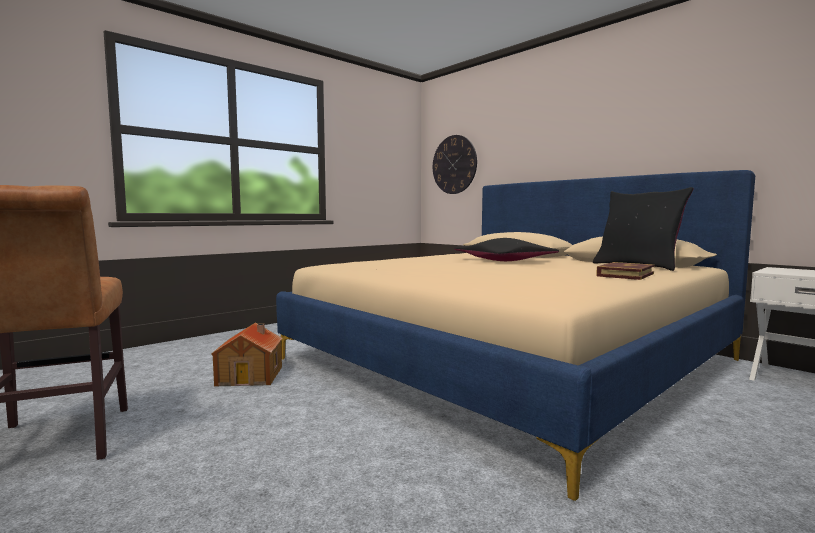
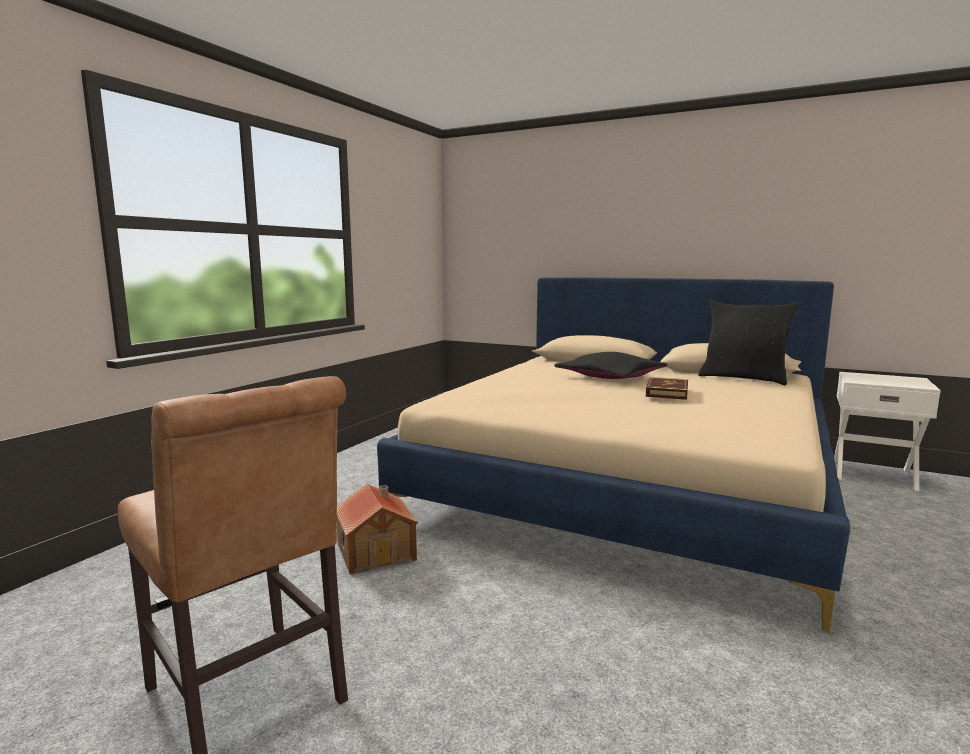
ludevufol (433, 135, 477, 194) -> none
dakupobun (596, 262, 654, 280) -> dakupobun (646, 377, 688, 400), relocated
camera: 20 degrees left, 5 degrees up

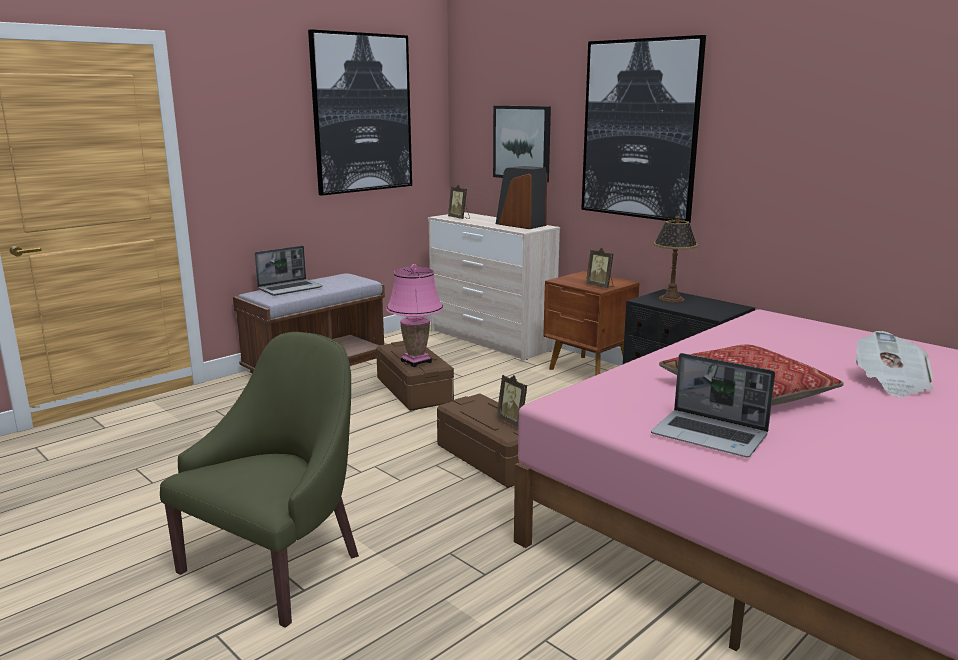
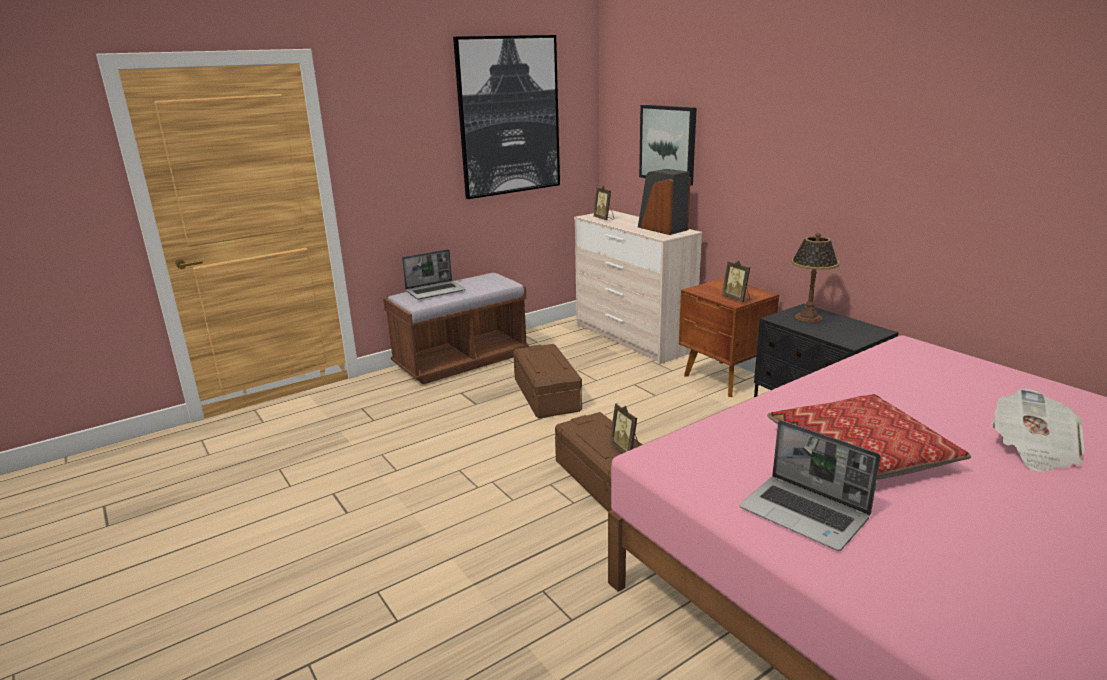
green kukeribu (160, 332, 359, 628) -> none
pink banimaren (386, 264, 443, 367) -> none
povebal (581, 35, 706, 223) -> none
camera: 10 degrees right, 5 degrees up

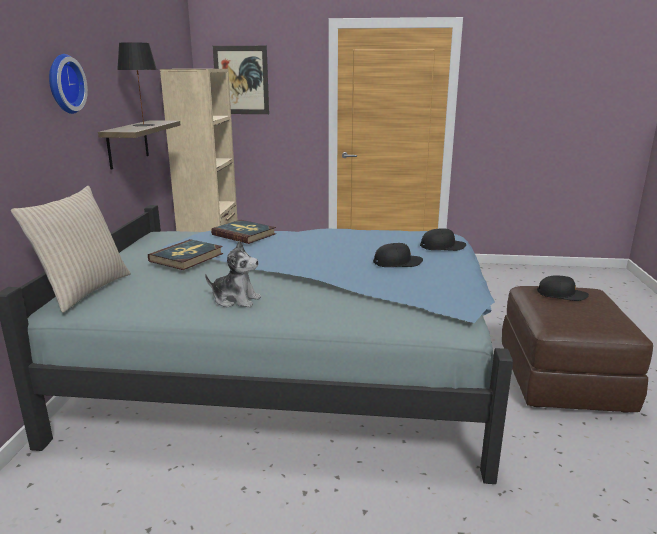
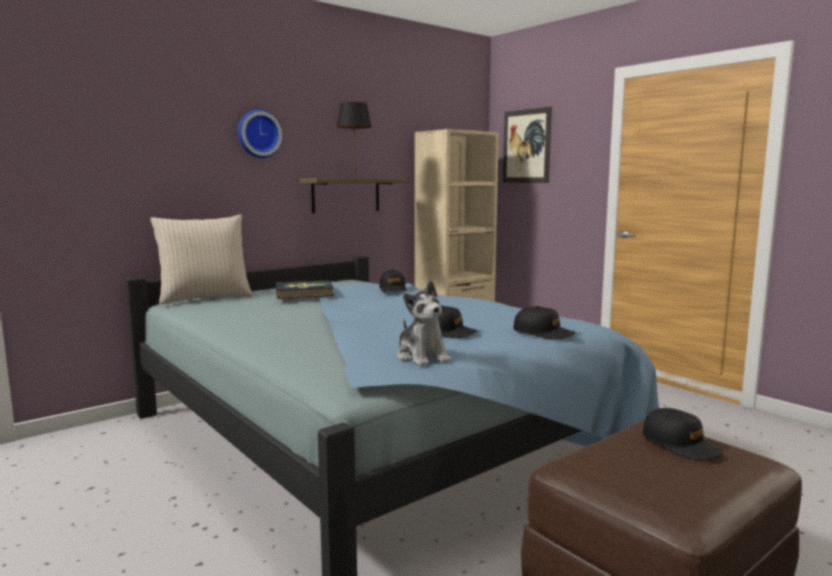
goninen (205, 240, 261, 308) -> goninen (397, 280, 451, 366), relocated
dakupobun (211, 220, 276, 244) -> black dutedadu (379, 269, 406, 292)
camera: 45 degrees right, 10 degrees down

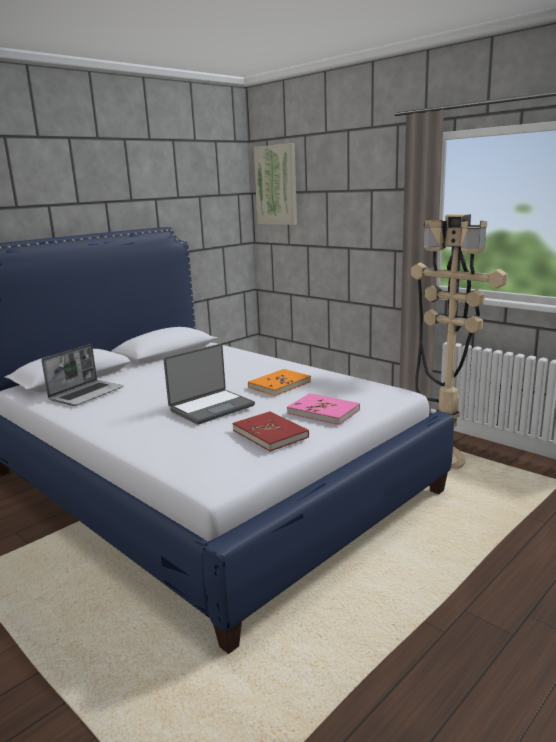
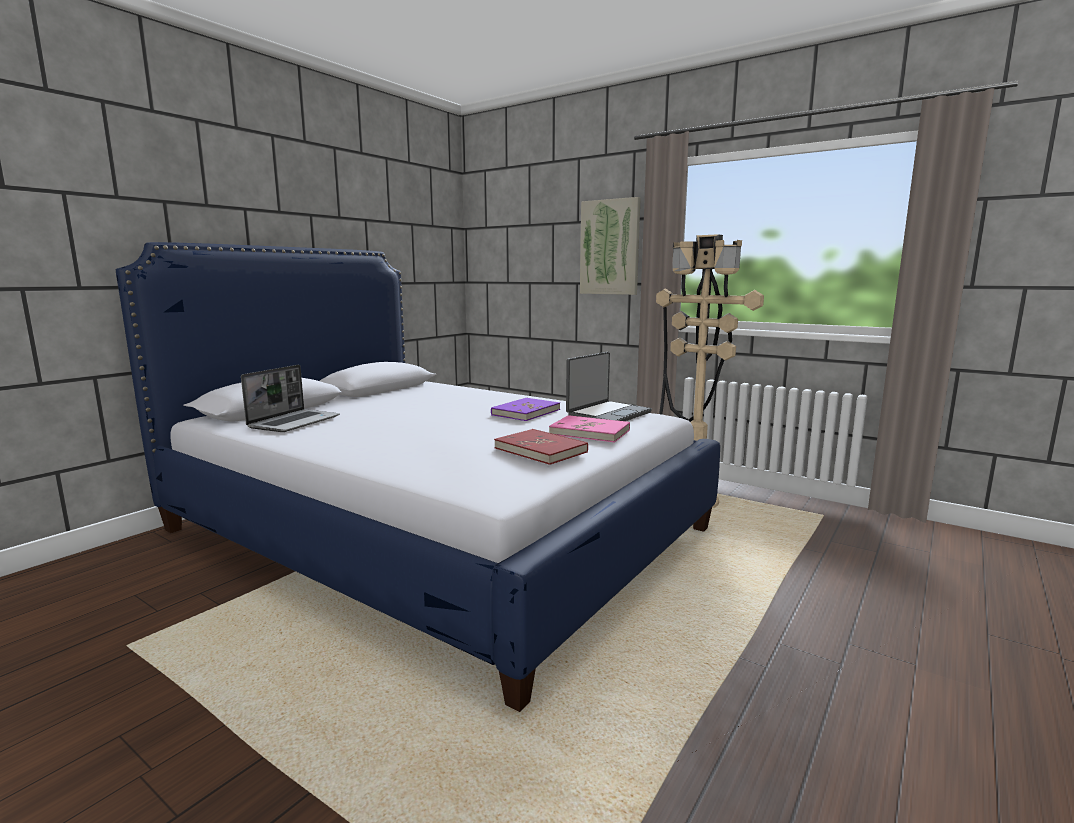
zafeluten (163, 344, 255, 425) -> zafeluten (566, 352, 652, 421), relocated
orange dakupobun (248, 369, 311, 396) -> purple dakupobun (491, 398, 560, 421)
povebal (254, 143, 297, 225) -> povebal (580, 197, 641, 295), relocated
camera: 10 degrees left, 5 degrees down

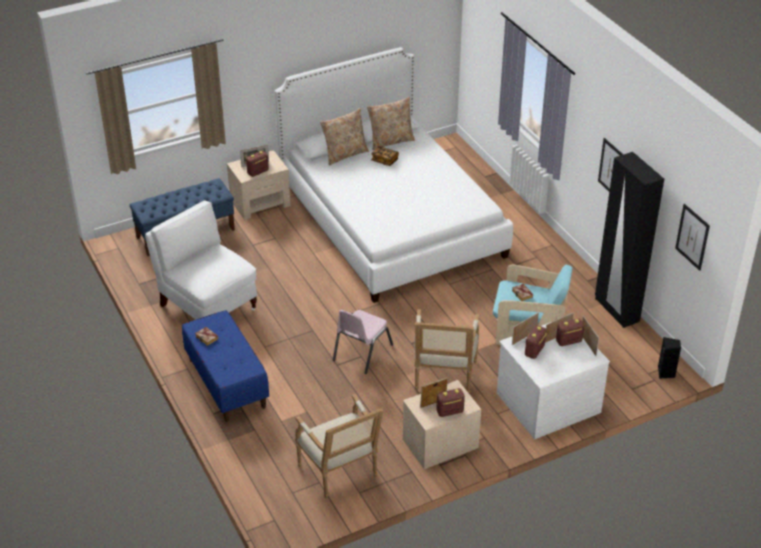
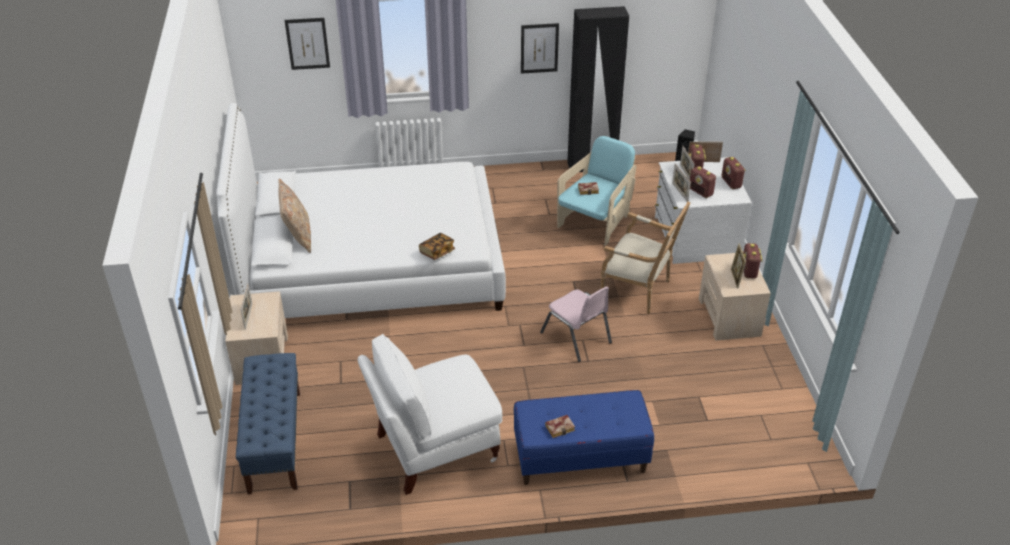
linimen (246, 151, 269, 177) -> linimen (721, 157, 746, 189), relocated
kukeribu (295, 394, 383, 498) -> none
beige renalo (367, 97, 415, 150) -> none
dakupobun (371, 146, 399, 166) -> dakupobun (419, 233, 455, 260), relocated
povebal (675, 204, 710, 271) -> povebal (285, 18, 330, 70), relocated
camera: 70 degrees left, 0 degrees up

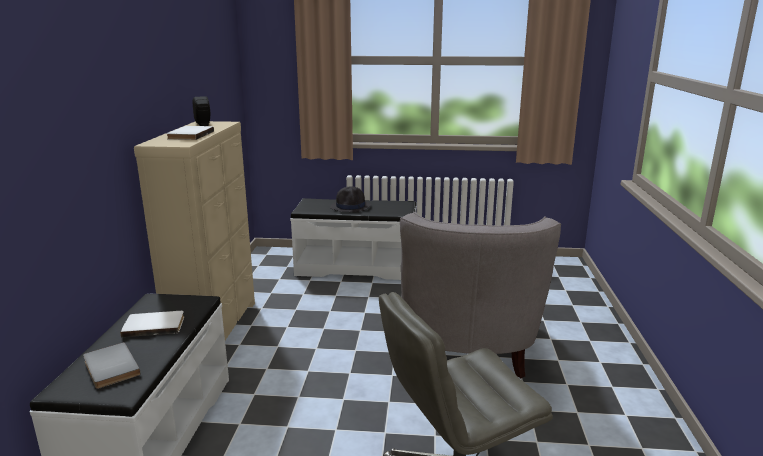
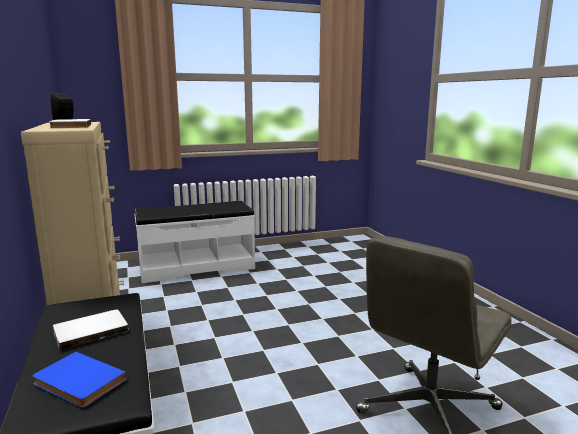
grey dakupobun (83, 342, 141, 389) -> blue dakupobun (33, 352, 127, 408)
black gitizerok (330, 186, 371, 212) -> none
grey kukeribu (400, 212, 561, 378) -> none
camera: 25 degrees left, 5 degrees down

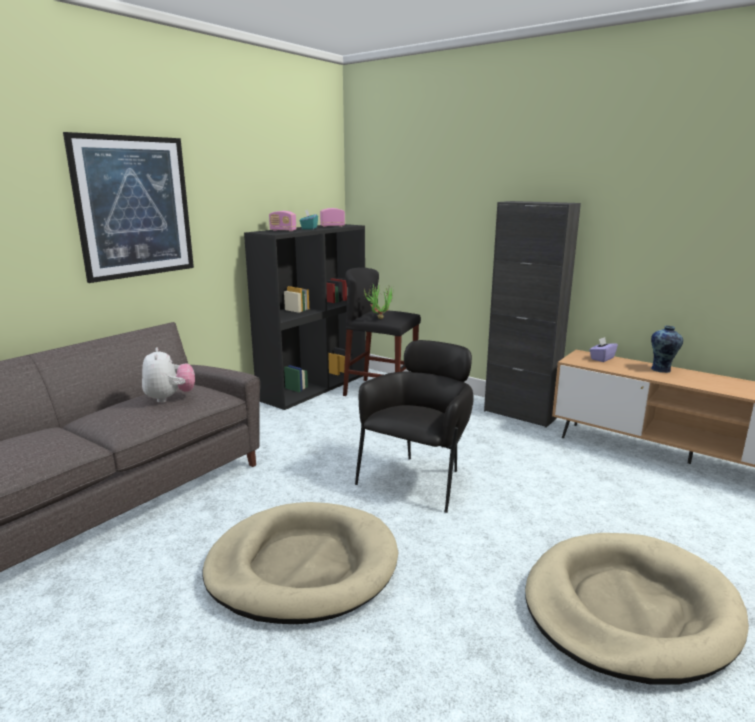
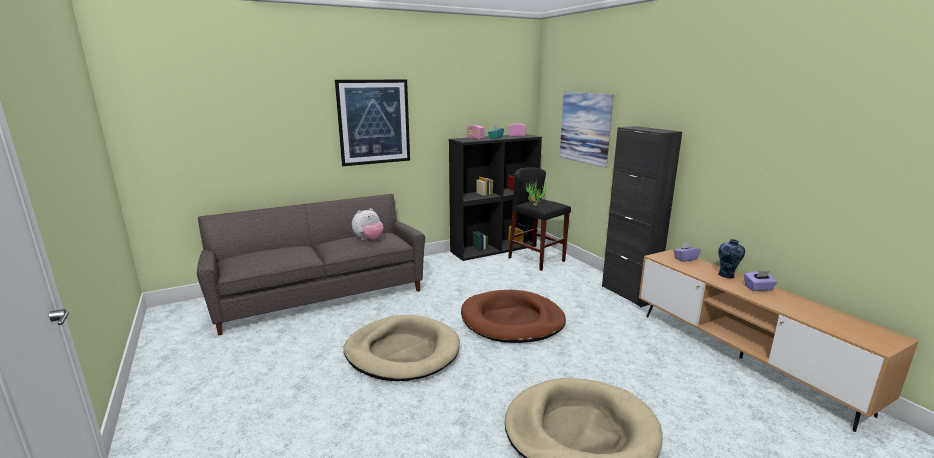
goninen (142, 348, 195, 403) -> goninen (352, 208, 383, 240), 45 degrees clockwise
black kukeribu (355, 340, 474, 513) -> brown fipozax (461, 290, 566, 343)
none -> povebal (560, 92, 614, 168)
none -> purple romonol (744, 271, 778, 291)
camera: 25 degrees right, 0 degrees up

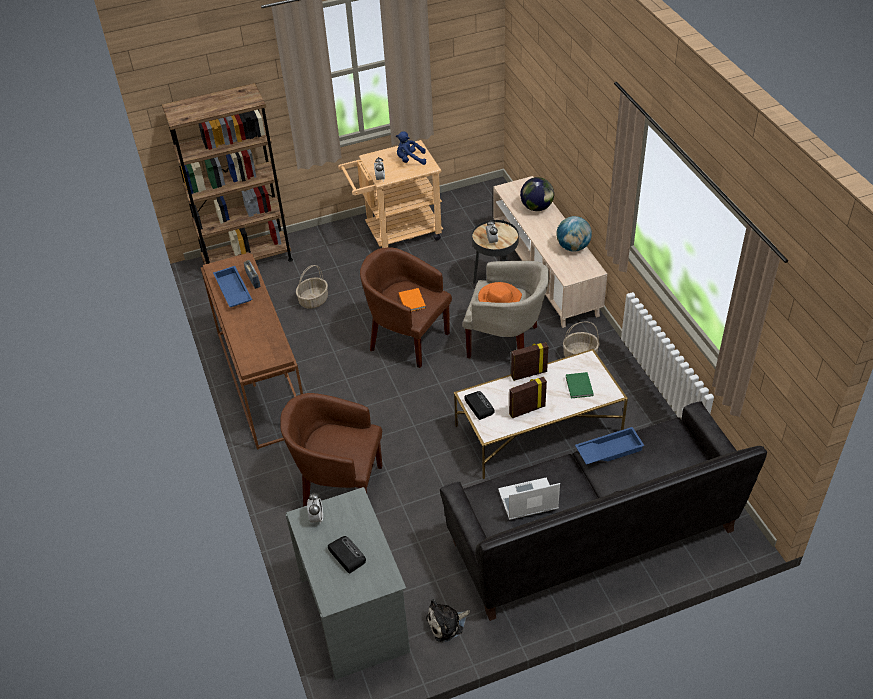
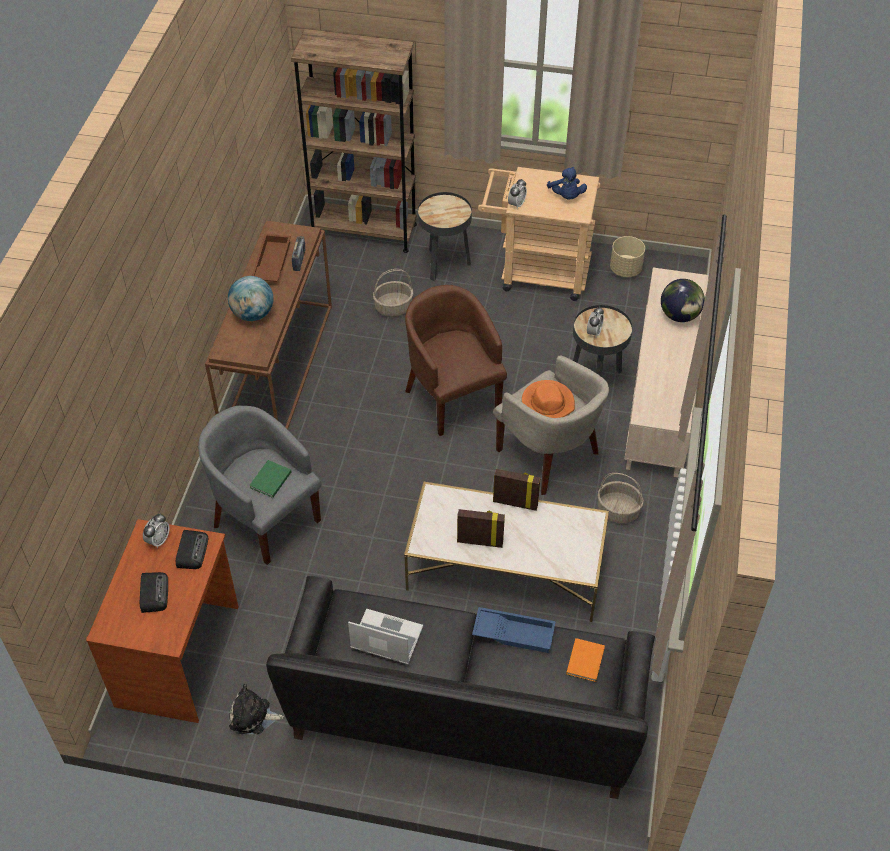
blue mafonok (213, 266, 252, 307) -> brown mafonok (252, 234, 291, 282)
brown kukeribu (280, 393, 382, 507) -> grey kukeribu (198, 406, 322, 565)
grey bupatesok (285, 487, 410, 680) -> brown bupatesok (86, 519, 238, 723)
blue goninen (396, 131, 426, 165) -> blue goninen (547, 167, 587, 200), 135 degrees counterclockwise
orange dakupobun (399, 288, 426, 312) -> orange dakupobun (566, 638, 605, 682), relocated
linimen (465, 391, 495, 420) -> linimen (176, 530, 209, 569), relocated
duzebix (556, 216, 592, 252) -> duzebix (228, 276, 274, 321), relocated
green dakupobun (566, 372, 594, 398) -> green dakupobun (249, 460, 292, 498), relocated
none -> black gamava (418, 192, 472, 281)
none -> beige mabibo (610, 236, 645, 277)
camera: 30 degrees right, 5 degrees up

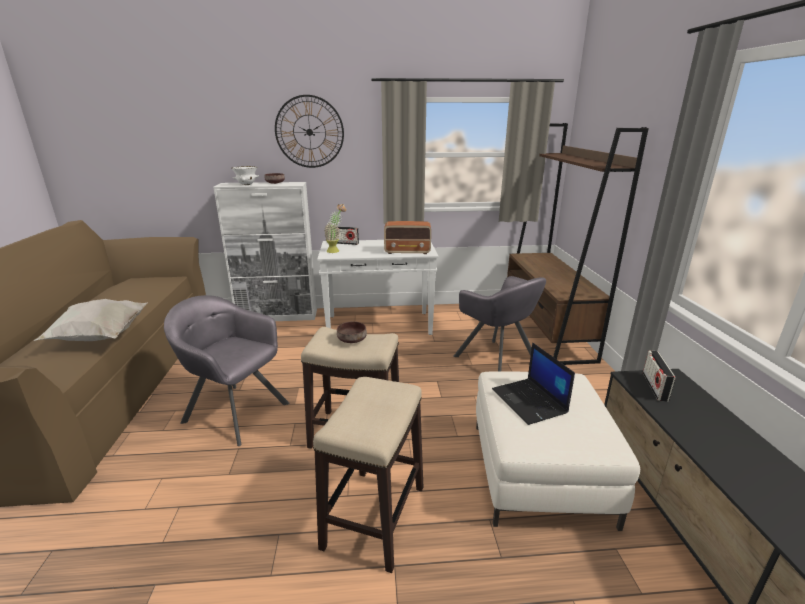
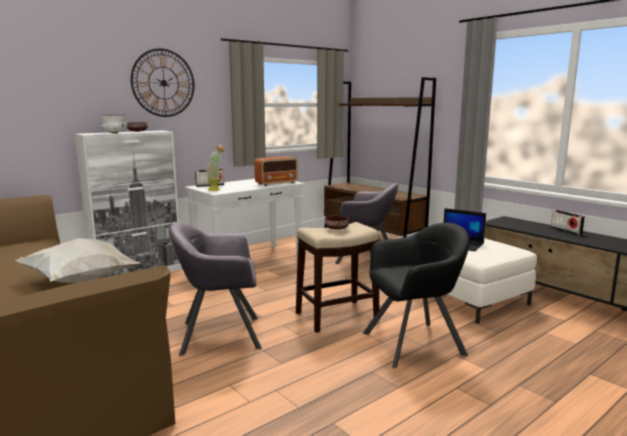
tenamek (313, 377, 423, 573) -> black kukeribu (363, 223, 470, 368)
linimen (643, 351, 675, 402) -> linimen (551, 210, 585, 235), relocated
camera: 35 degrees left, 10 degrees down

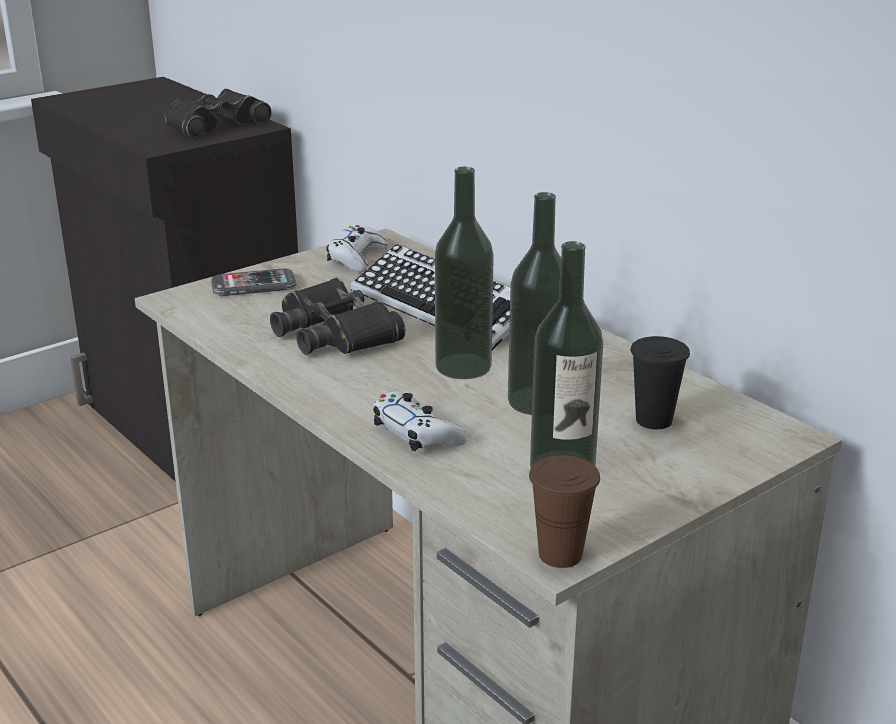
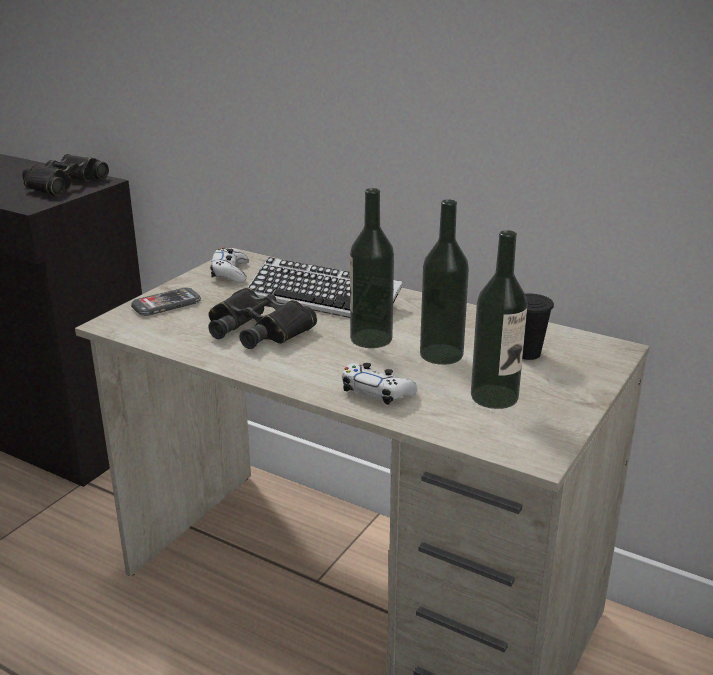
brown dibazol (529, 455, 600, 568) -> none
camera: 20 degrees left, 0 degrees up

